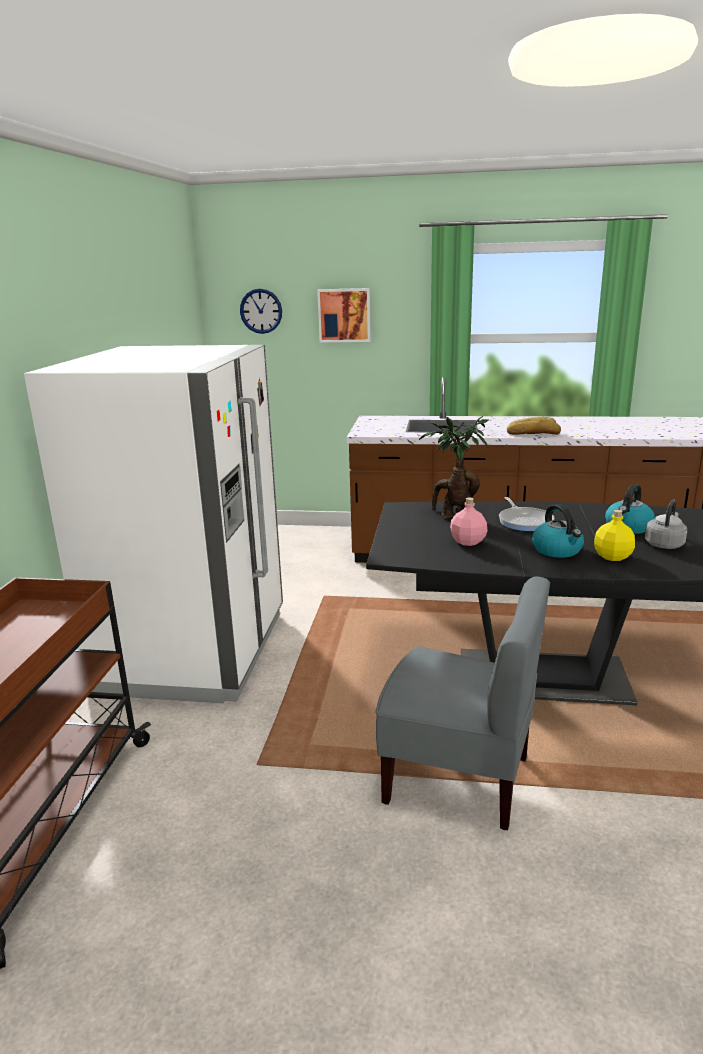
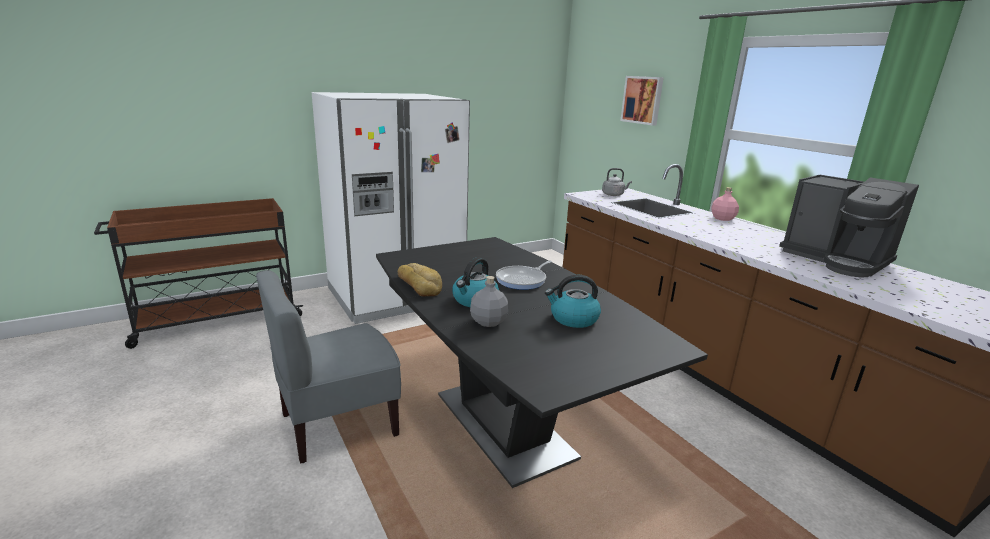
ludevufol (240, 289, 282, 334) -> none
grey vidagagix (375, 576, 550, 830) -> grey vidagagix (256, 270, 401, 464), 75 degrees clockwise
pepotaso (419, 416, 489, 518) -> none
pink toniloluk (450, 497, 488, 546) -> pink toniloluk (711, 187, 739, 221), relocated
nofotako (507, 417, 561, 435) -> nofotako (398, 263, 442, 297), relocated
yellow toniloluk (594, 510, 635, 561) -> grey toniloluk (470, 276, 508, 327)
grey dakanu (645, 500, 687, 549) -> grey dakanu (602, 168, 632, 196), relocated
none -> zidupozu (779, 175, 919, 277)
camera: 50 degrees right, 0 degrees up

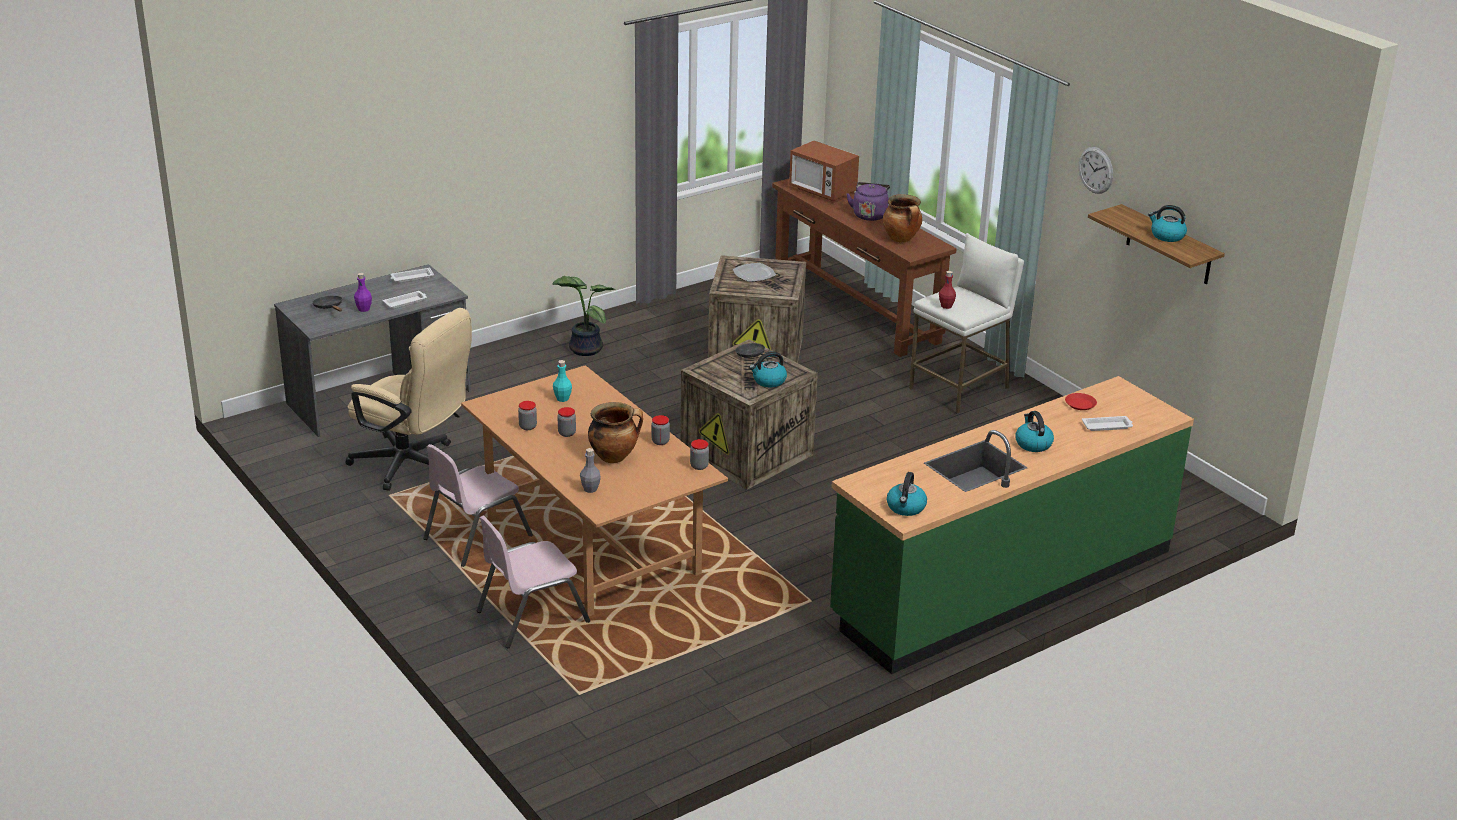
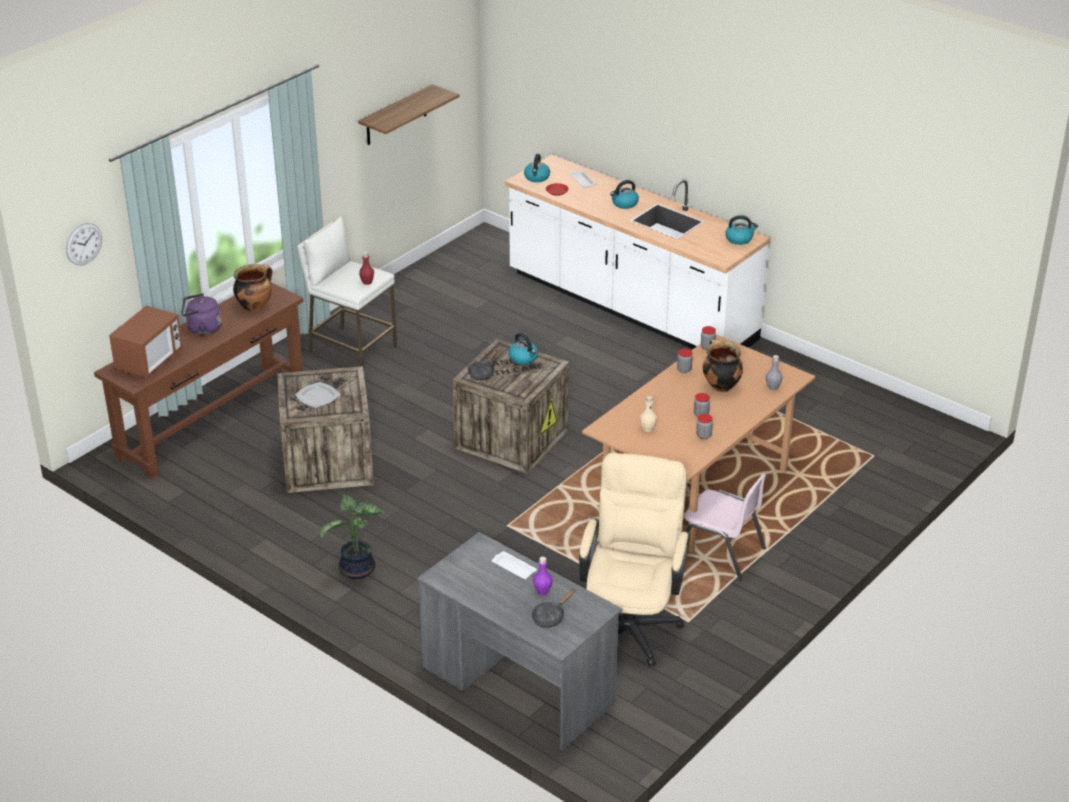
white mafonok (390, 267, 434, 283) -> none
pink vidagagix (477, 516, 590, 648) -> none
turquoise toniloluk (553, 360, 572, 402) -> beige toniloluk (640, 396, 657, 432)
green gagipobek (830, 376, 1194, 674) -> white gagipobek (505, 155, 771, 349)
ludevufol (1079, 147, 1113, 194) -> ludevufol (66, 223, 102, 265), relocated
dakanu (1148, 205, 1187, 242) -> dakanu (524, 154, 550, 182), relocated
camera: 105 degrees left, 5 degrees up

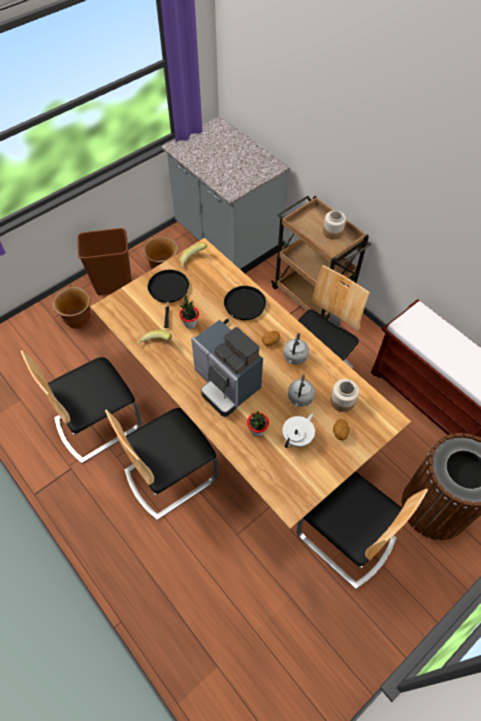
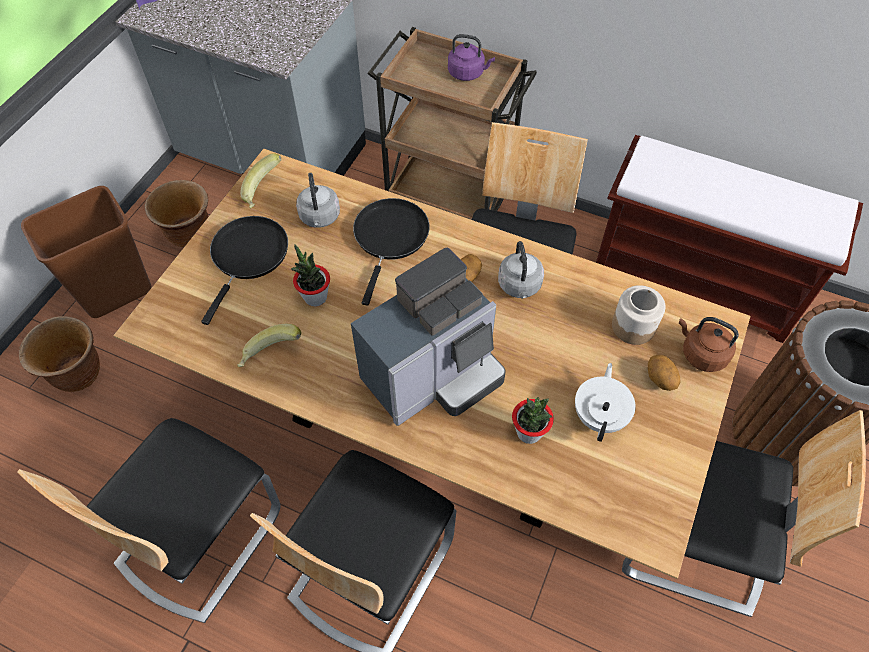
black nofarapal (148, 270, 189, 328) -> black nofarapal (201, 216, 288, 325), 45 degrees clockwise
zidupozu (191, 320, 263, 417) -> zidupozu (351, 248, 506, 426), 60 degrees counterclockwise
grey dakanu (288, 374, 315, 407) -> grey dakanu (296, 173, 340, 228), relocated
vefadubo (323, 211, 346, 239) -> purple dakanu (448, 34, 495, 81)
none -> brown dakanu (679, 317, 739, 372)
camera: 25 degrees left, 0 degrees up

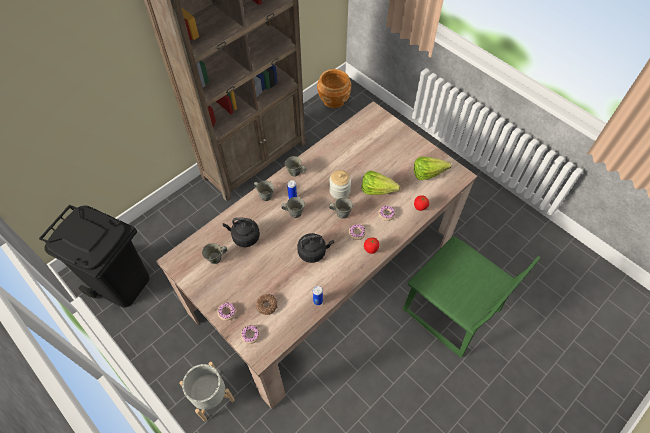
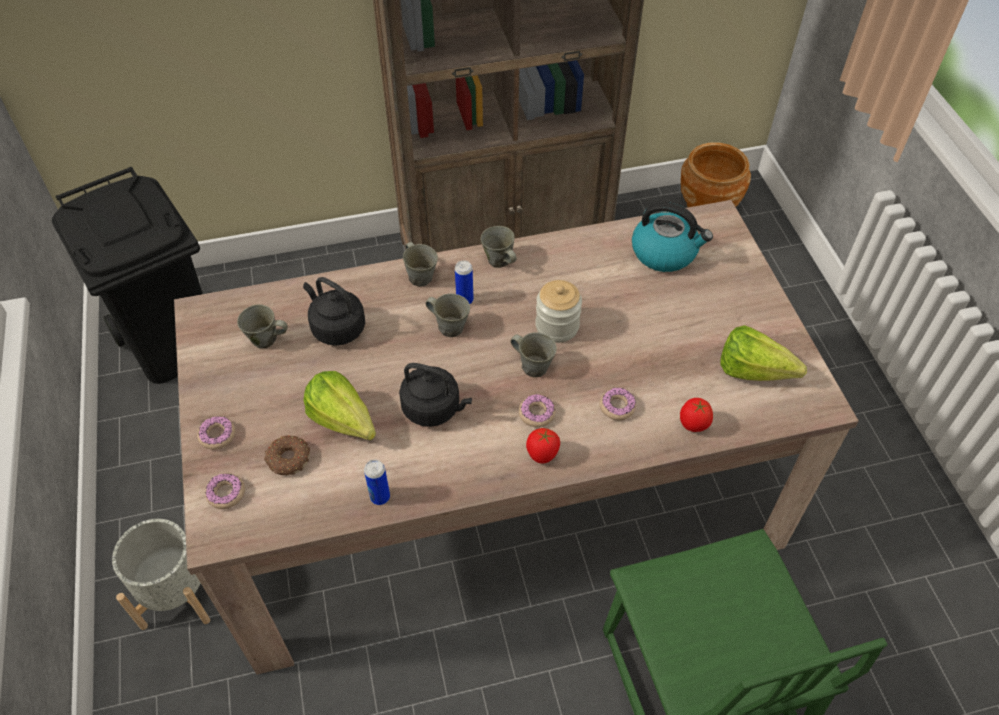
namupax (362, 170, 400, 195) -> namupax (303, 371, 376, 440), relocated
none -> dakanu (632, 202, 713, 272)
camera: 30 degrees right, 5 degrees down

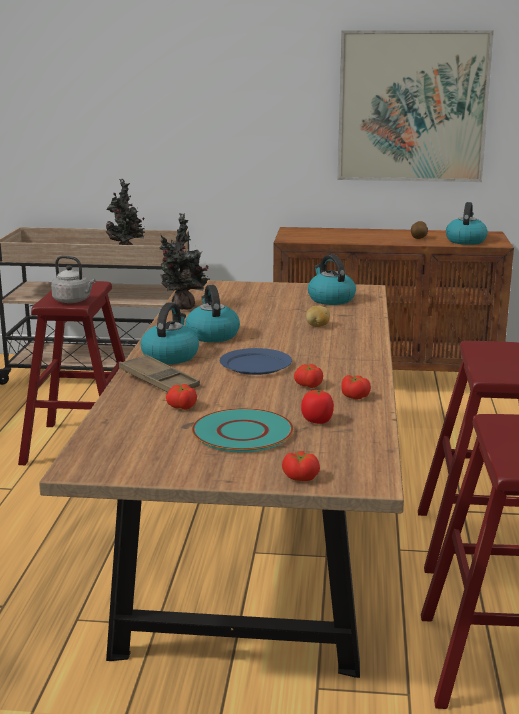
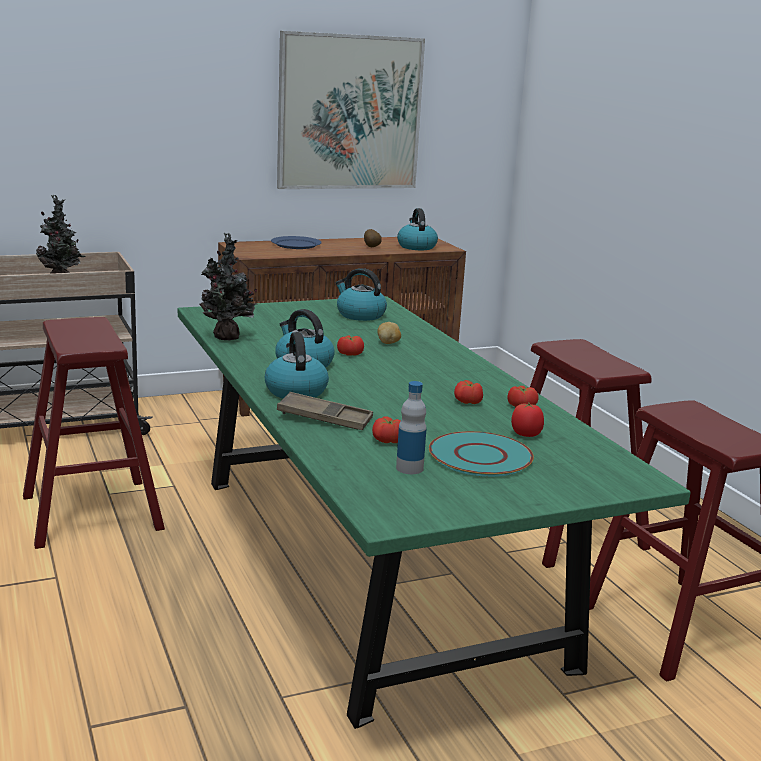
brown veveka (39, 280, 404, 678) -> green veveka (178, 296, 691, 729)
grey dakanu (51, 255, 96, 303) -> none
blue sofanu (220, 348, 292, 375) -> blue sofanu (271, 236, 322, 249), relocated
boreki (282, 451, 320, 481) -> boreki (337, 335, 364, 356), relocated
none -> toniloluk (396, 381, 427, 474)
camera: 30 degrees left, 0 degrees up

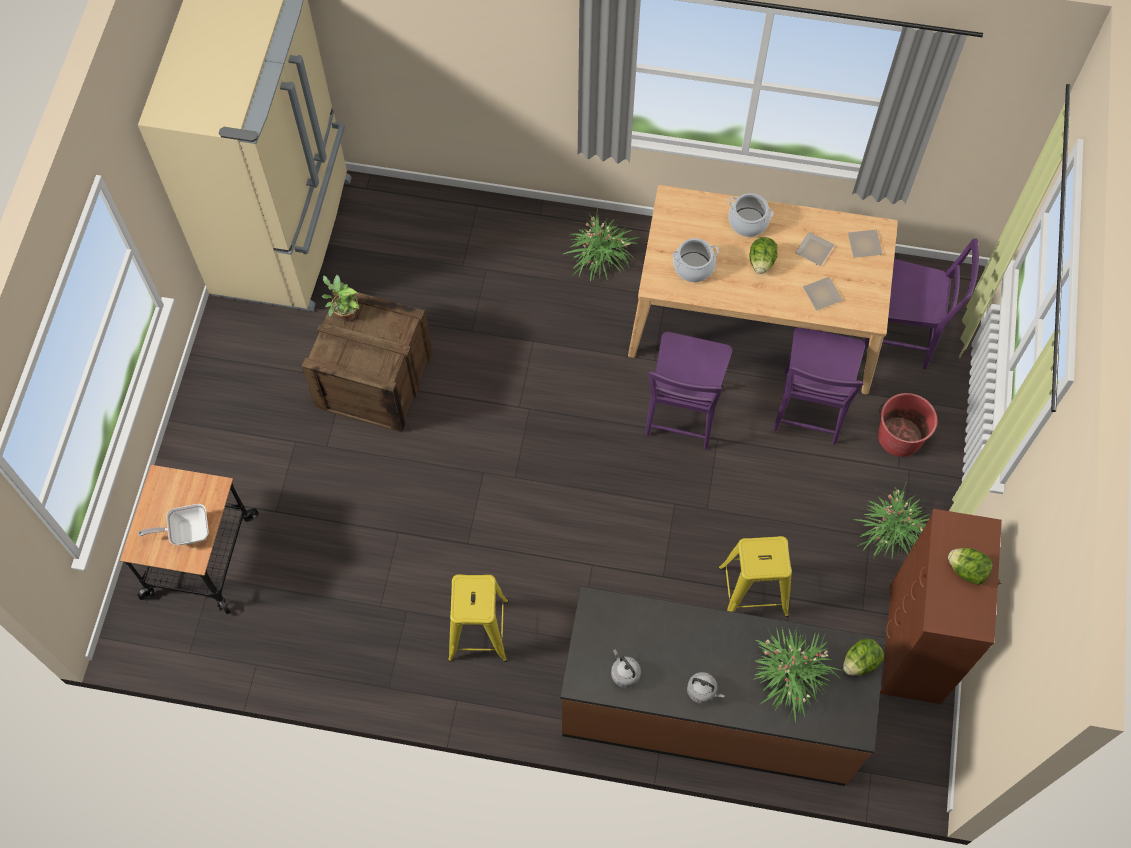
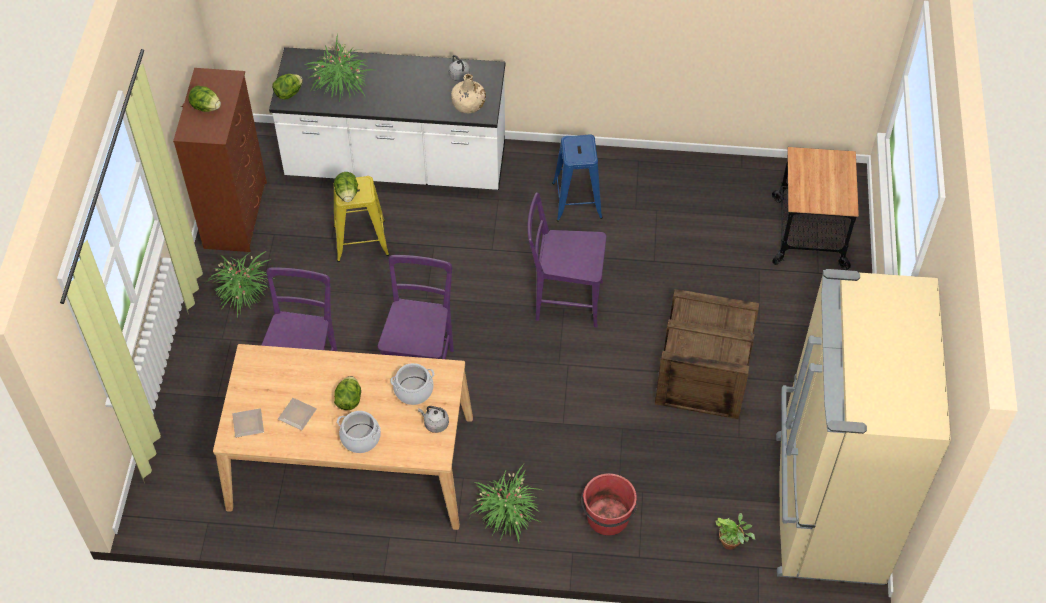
nofarapal (138, 504, 209, 545) -> none
pepotaso (322, 275, 359, 321) -> pepotaso (715, 513, 755, 550), relocated
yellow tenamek (448, 574, 509, 662) -> blue tenamek (552, 134, 603, 222)
brown gagipobek (560, 586, 885, 786) -> white gagipobek (269, 47, 505, 190)
grey dakanu (687, 672, 725, 704) -> grey dakanu (418, 406, 449, 433), relocated
sofanu (803, 277, 843, 311) -> none
purple vidagagix (863, 238, 979, 370) -> purple vidagagix (527, 192, 607, 328), relocated
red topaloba (878, 393, 939, 457) -> red topaloba (581, 473, 638, 535), relocated
none -> namupax (334, 172, 358, 202)
none -> beige toniloluk (451, 74, 486, 113)
camera: 175 degrees right, 10 degrees down

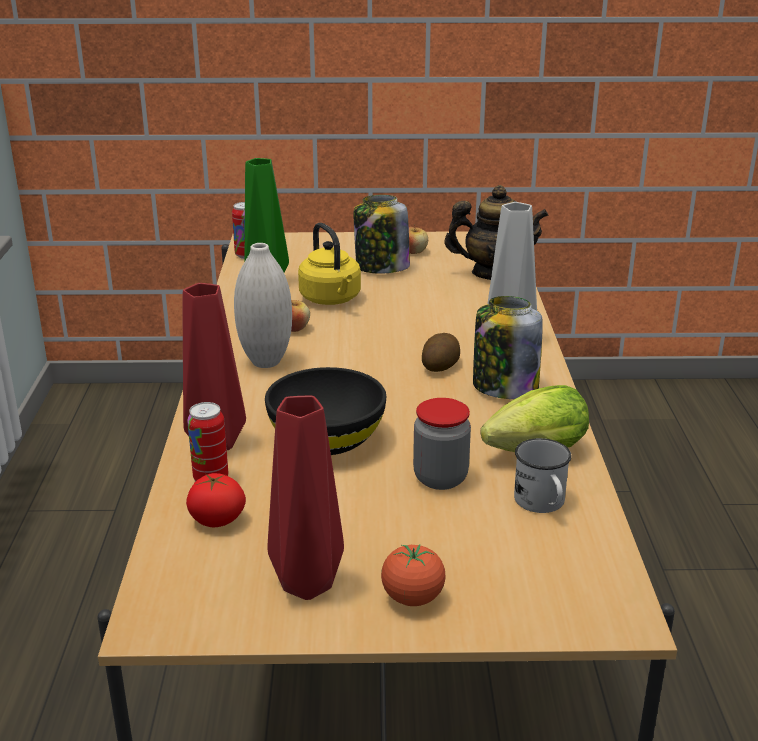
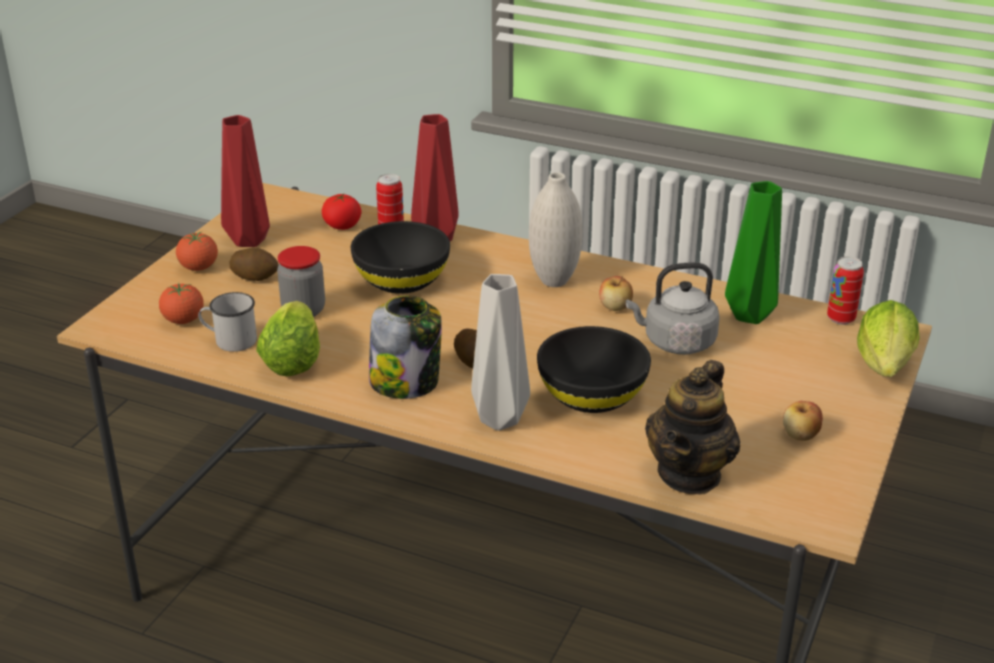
yellow dakanu (298, 223, 361, 305) -> grey dakanu (626, 262, 720, 354)
vefadubo (354, 195, 410, 274) -> none
none -> boreki (159, 283, 204, 324)
none -> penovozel (230, 247, 279, 281)
none -> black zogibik (537, 326, 651, 413)
none -> namupax (857, 300, 920, 377)
camera: 115 degrees right, 5 degrees up

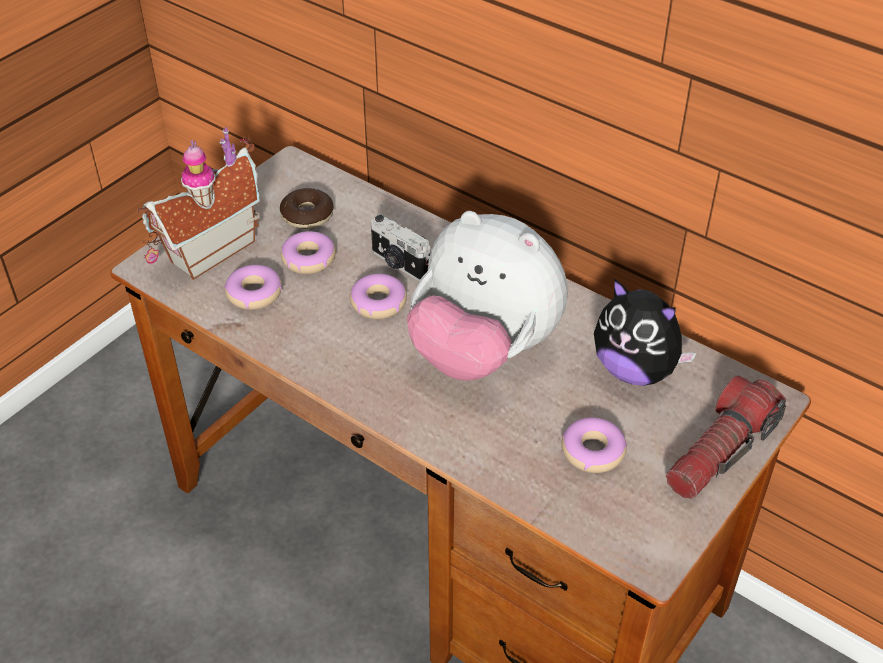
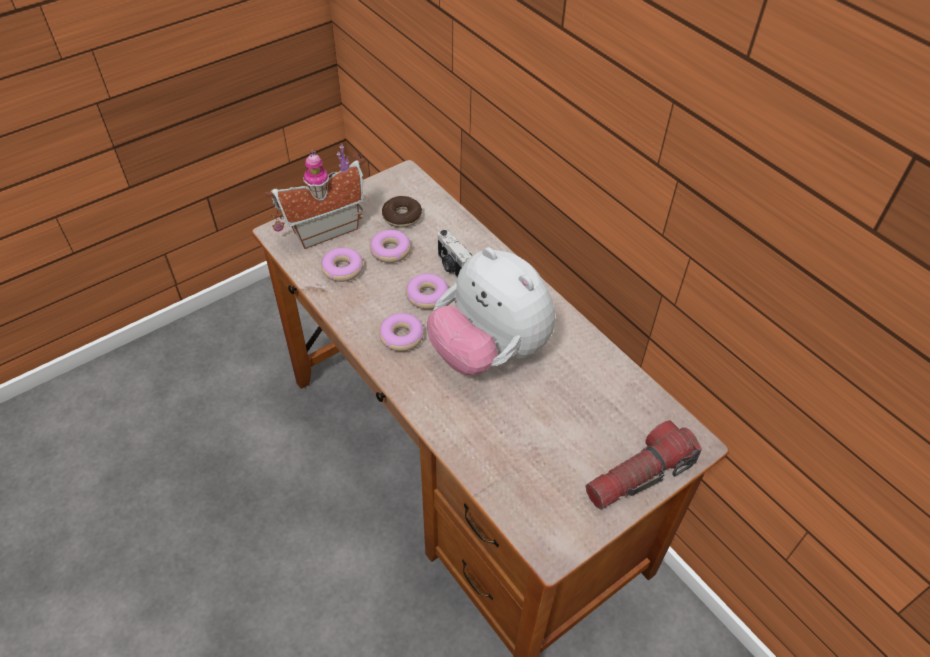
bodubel (561, 417, 627, 473) -> bodubel (379, 313, 424, 351), relocated
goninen (594, 278, 697, 386) -> none
camera: 15 degrees right, 5 degrees up

